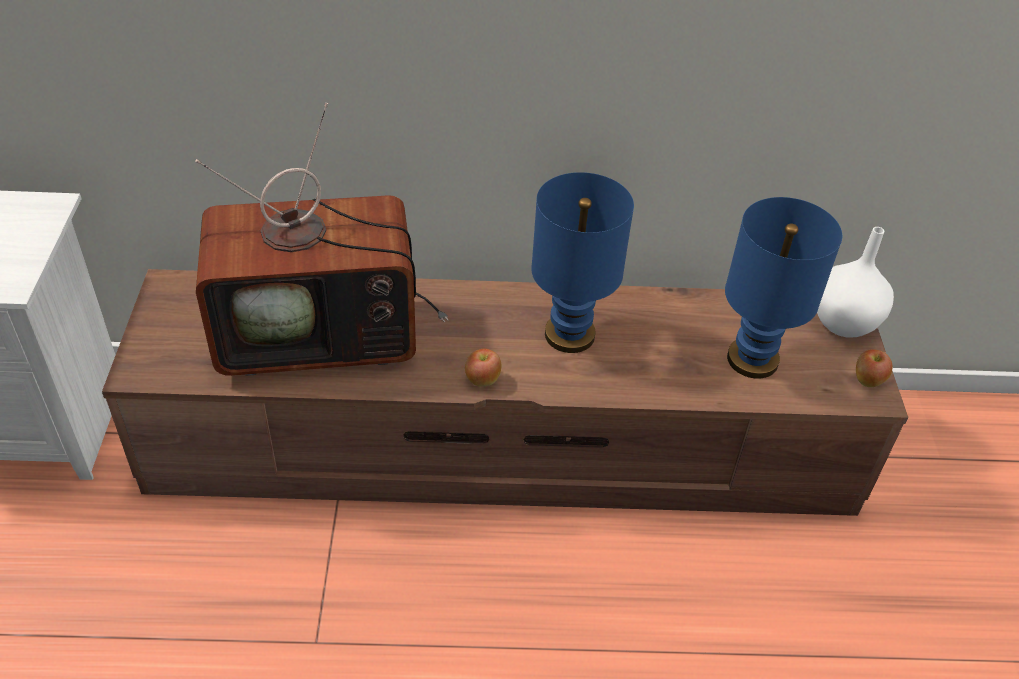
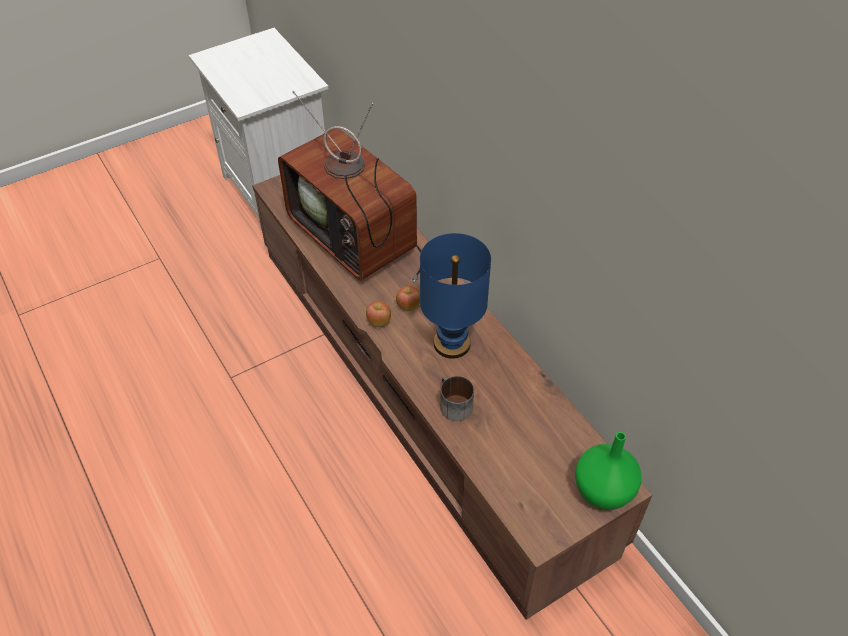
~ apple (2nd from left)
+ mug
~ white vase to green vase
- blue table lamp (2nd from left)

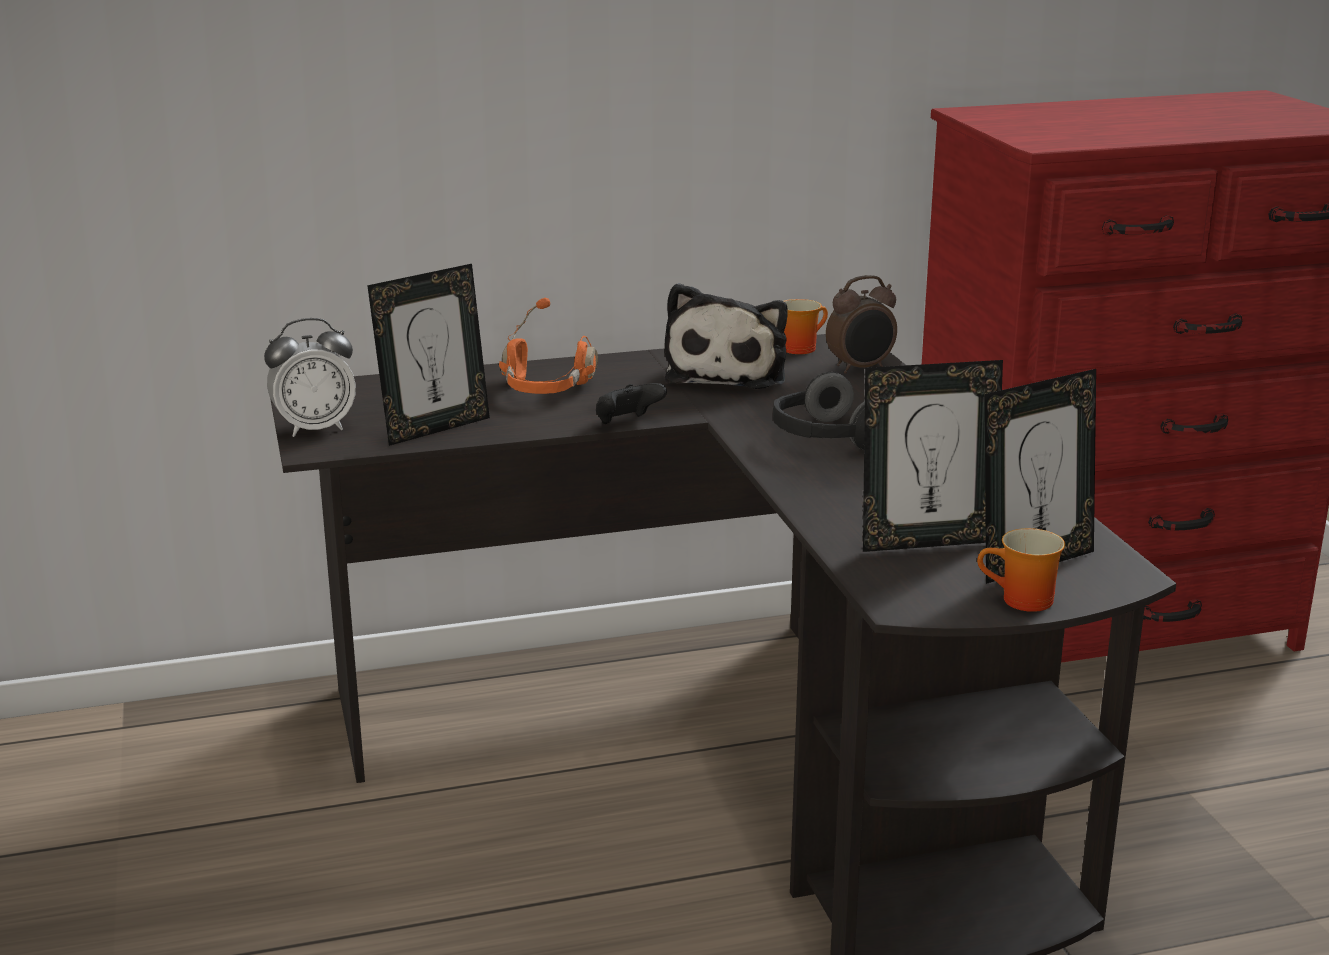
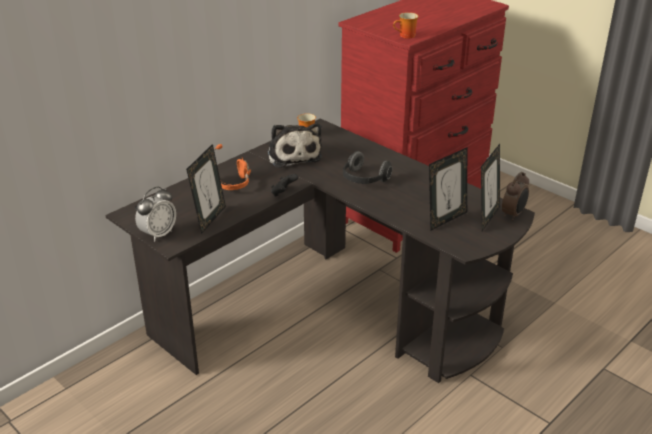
~ mug (2nd from left)
~ alarm clock (2nd from left)

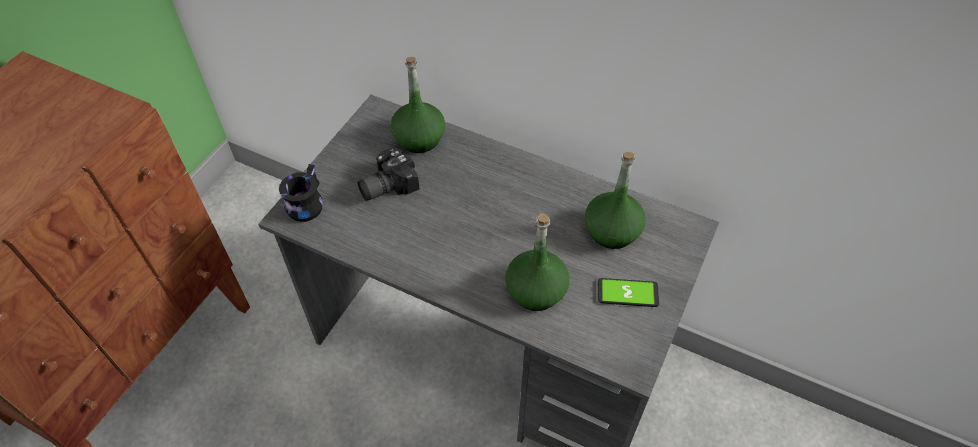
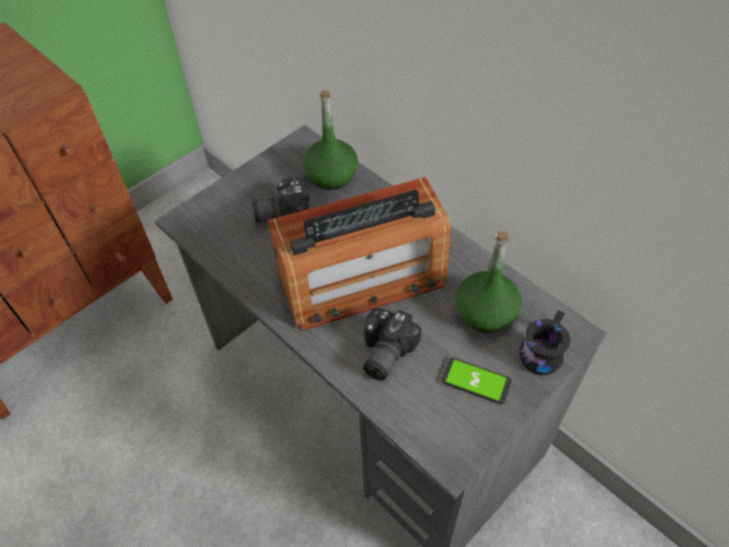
+ radio
~ green bottle (2nd from left) to photo camera (2nd from left)
~ black mug

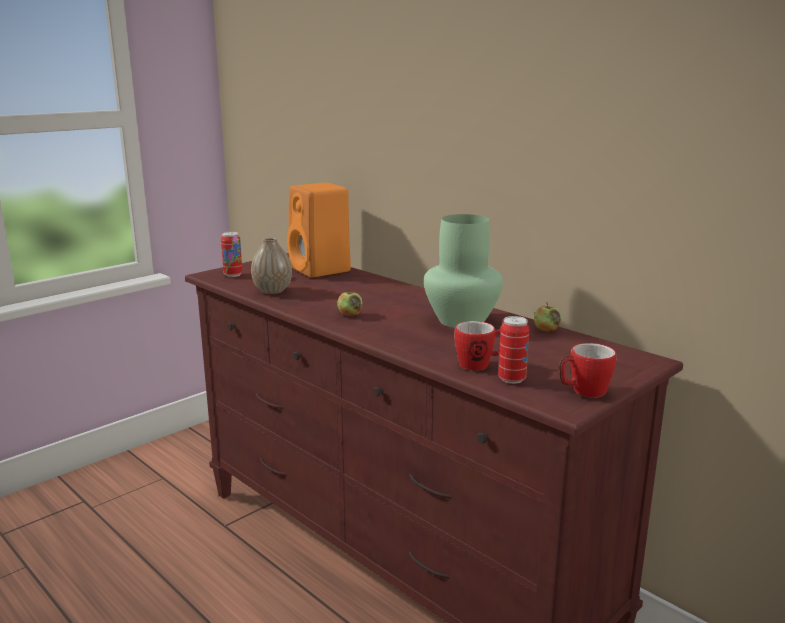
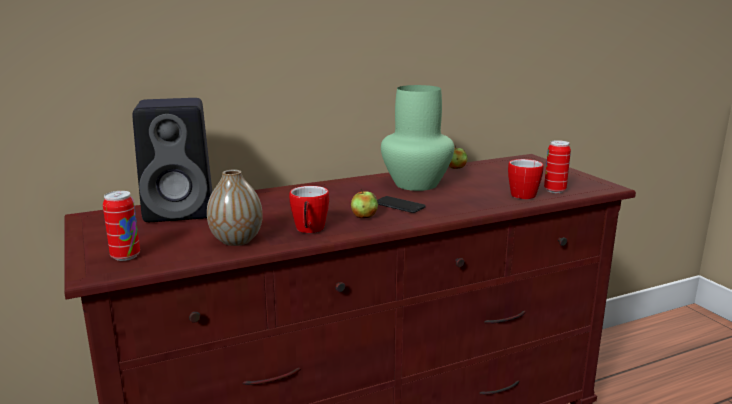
~ orange speaker to black speaker
~ mug (2nd from left in the first image) to mug (1st from left)
+ phone

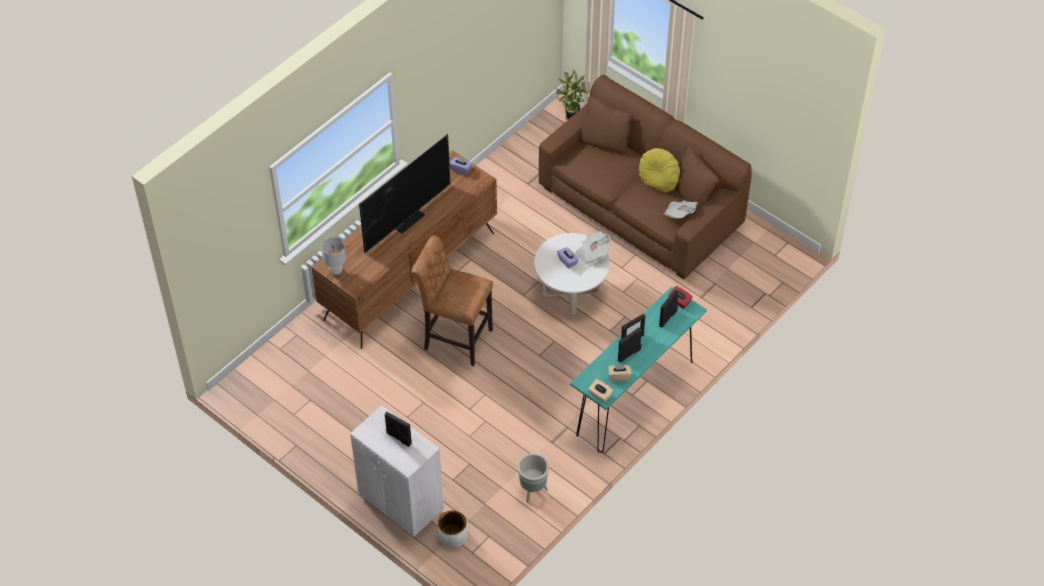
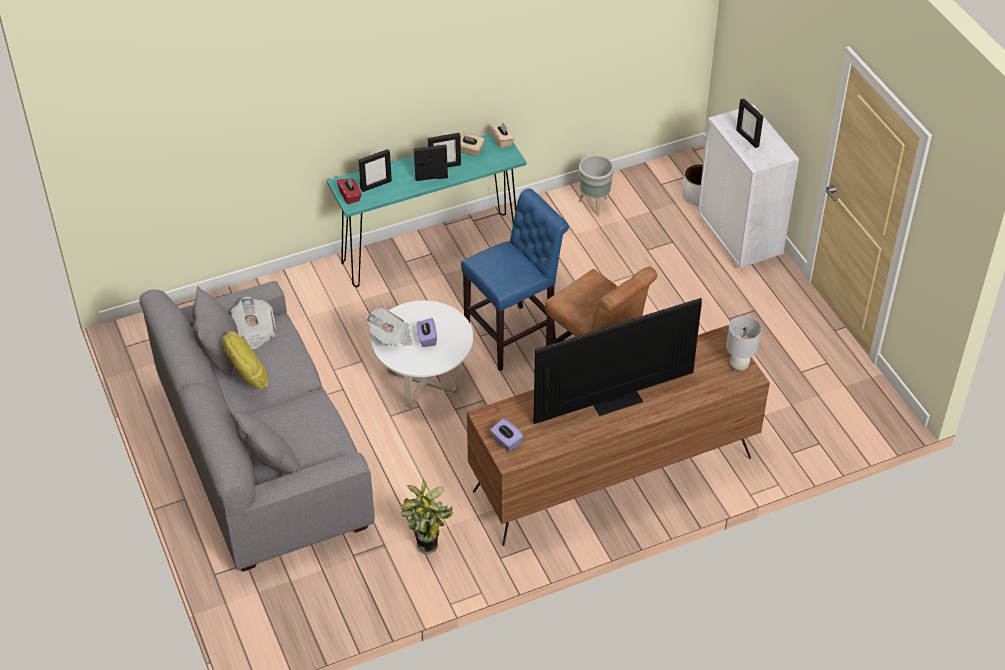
~ brown sofa to grey sofa
~ potted plant
+ blue stool

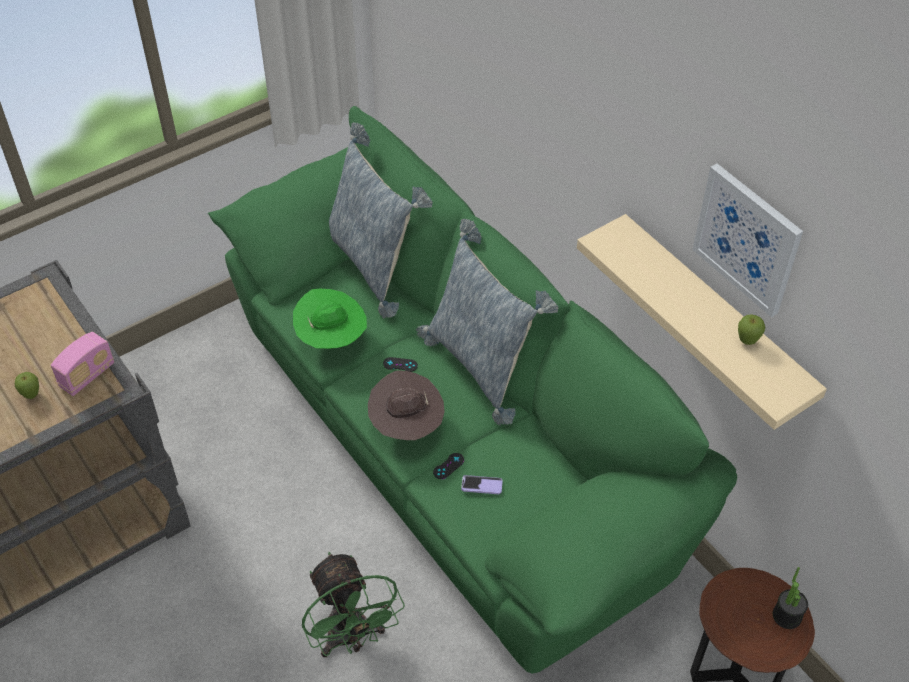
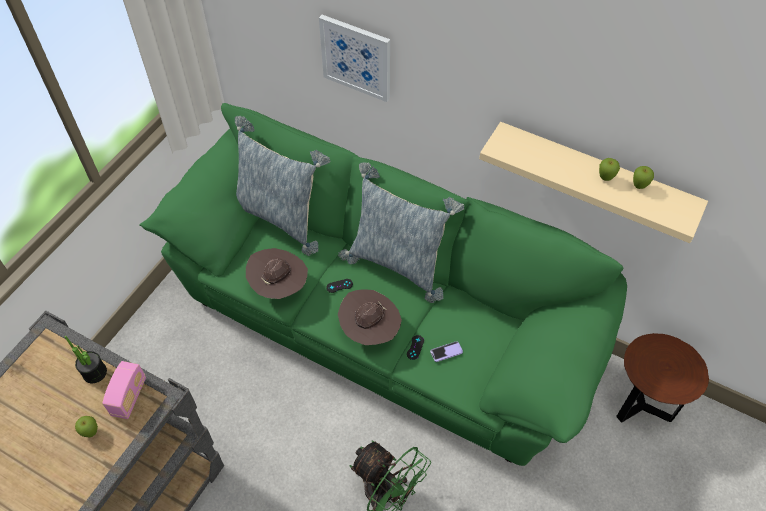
~ potted plant
~ green hat to brown hat (1st from left)
~ picture
+ apple (2nd from left)

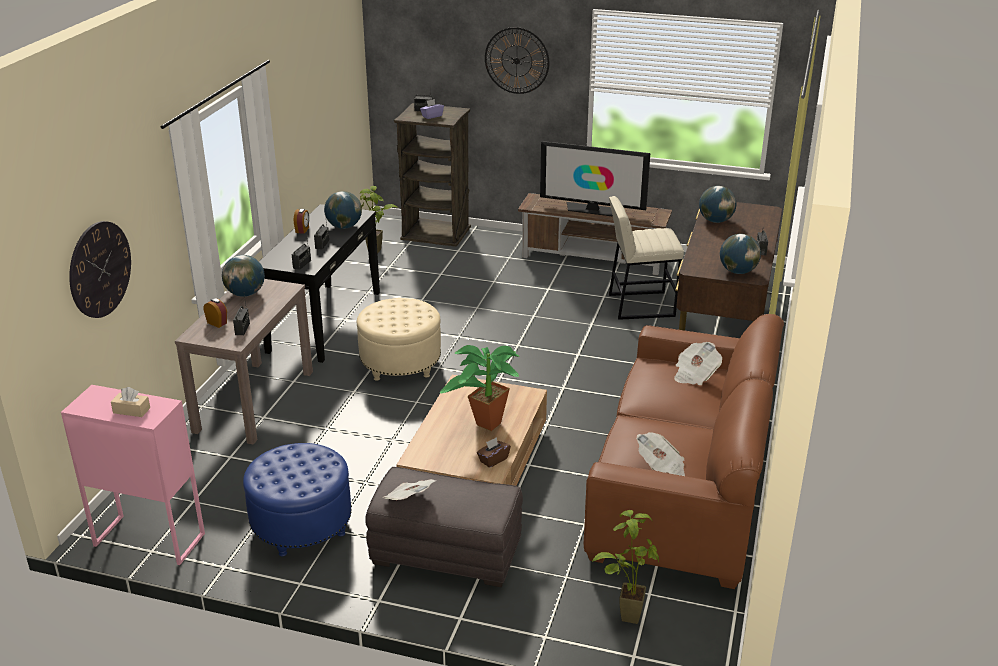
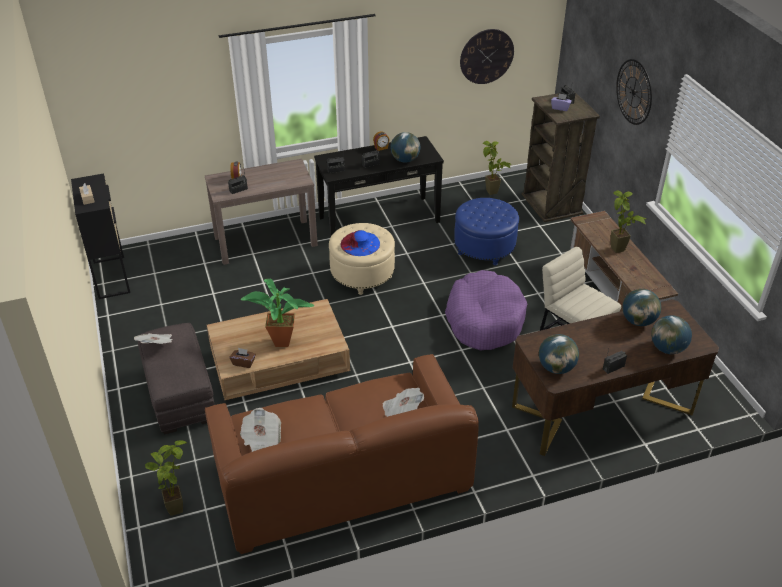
~ pink cabinet to black cabinet
+ blue hat
+ purple dog bed
~ blue ottoman
~ wall clock (1st from left)
~ television to potted plant (4th from left)
~ globe (1st from left in the first image) to globe (4th from left)

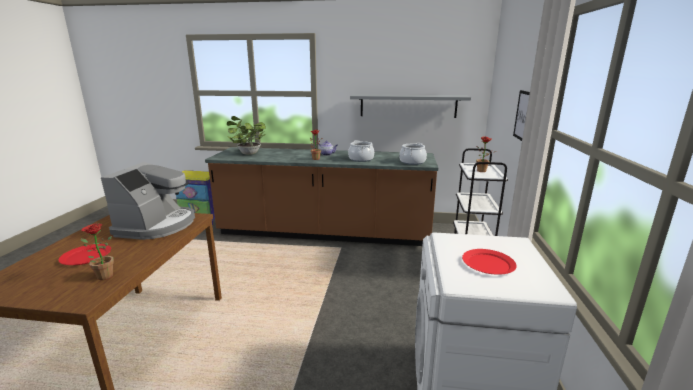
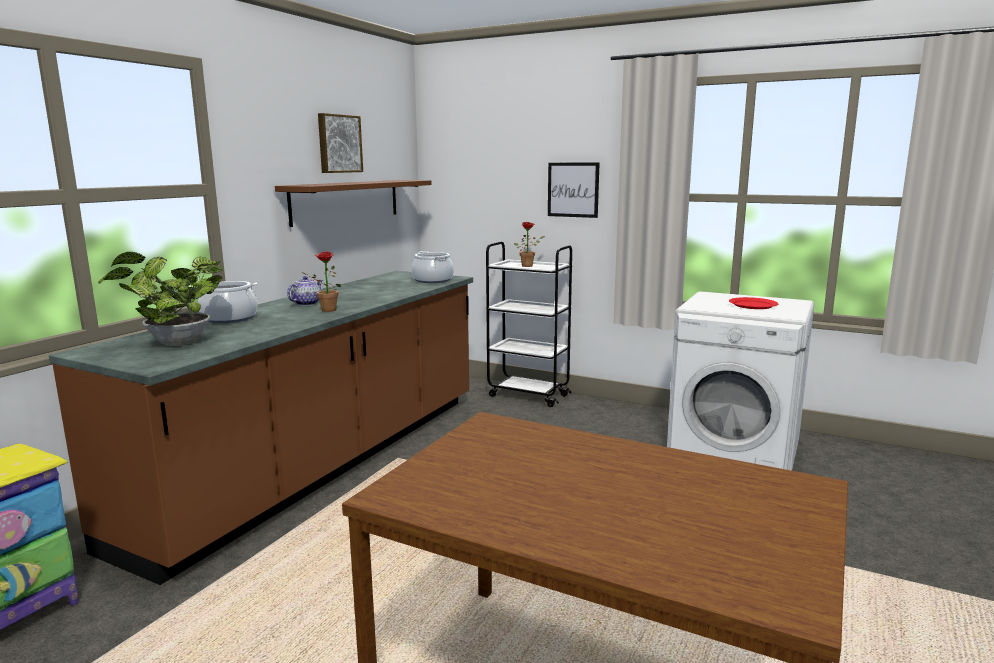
~ cooking pot (1st from left)
~ grey shelf to brown shelf
+ picture (1st from left)
- red plate (1st from left)
- potted plant (1st from left)
- coffee machine

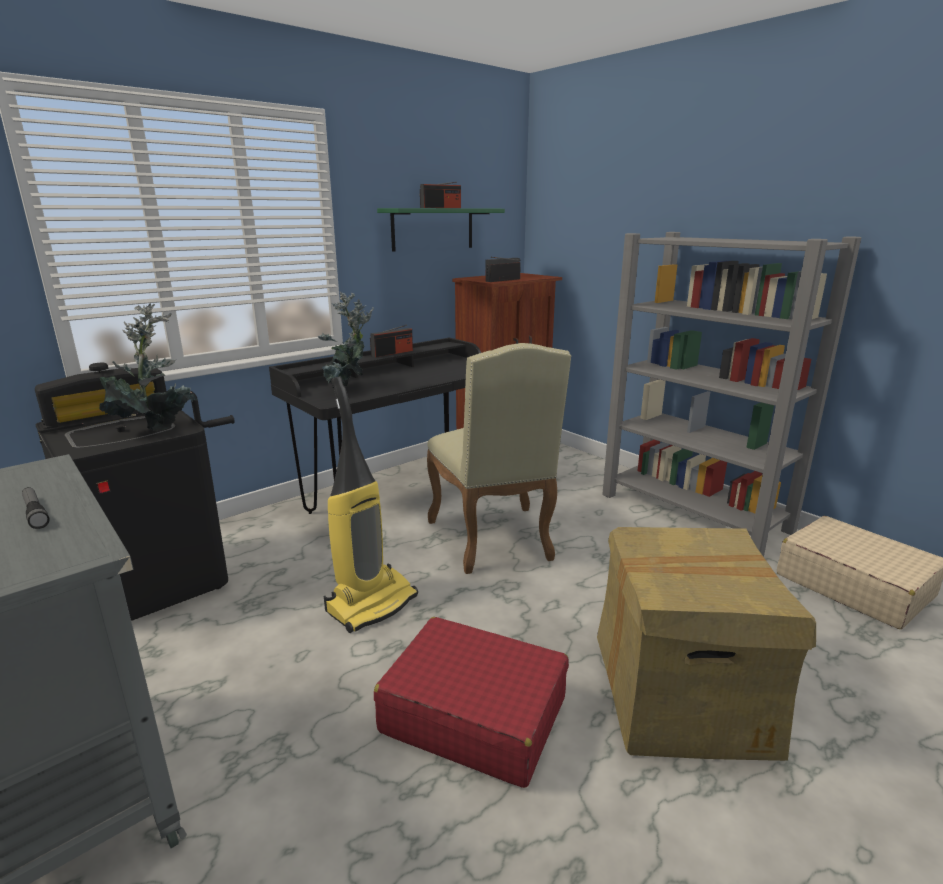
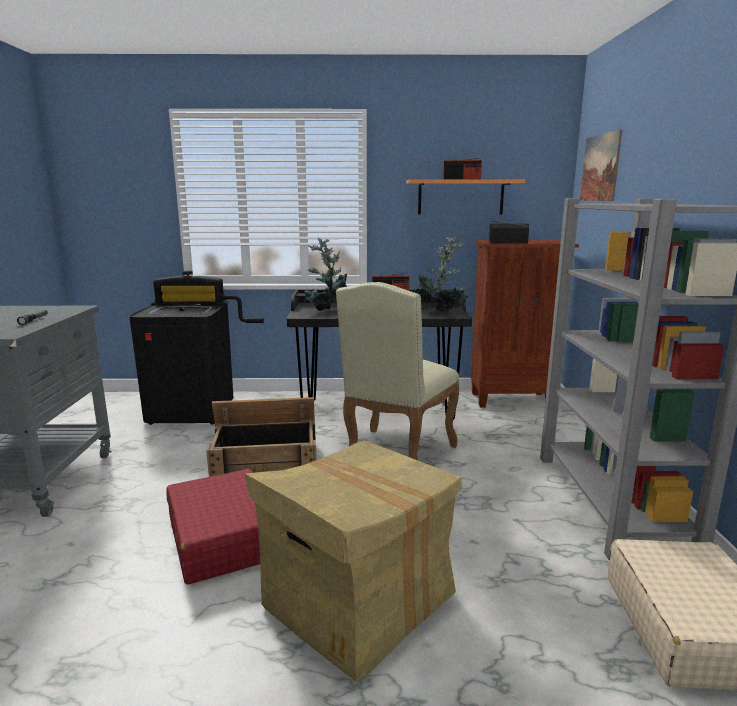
~ vacuum cleaner to crate
~ green shelf to orange shelf
~ potted plant (1st from left in the first image) to potted plant (2nd from left)
+ picture

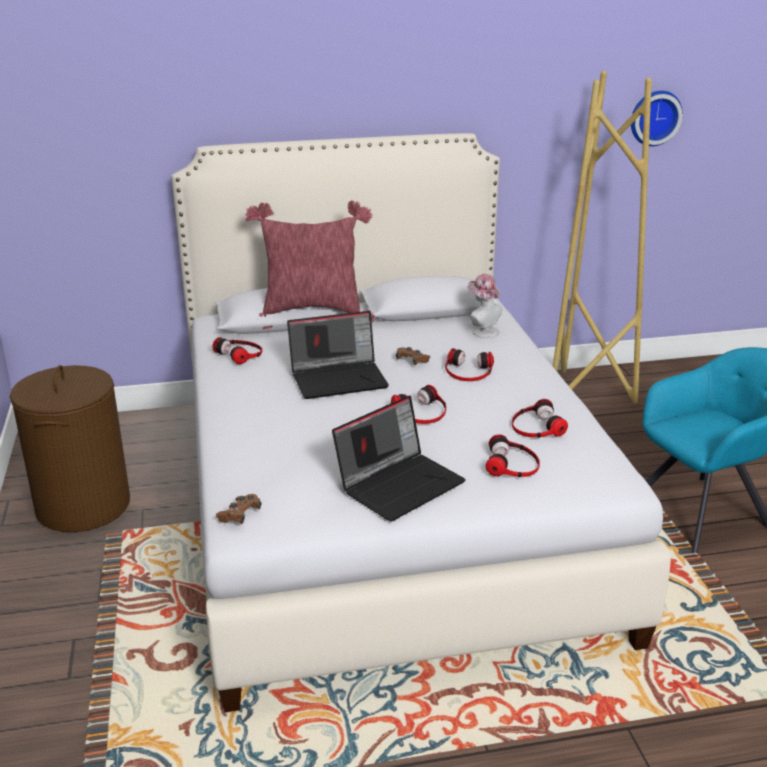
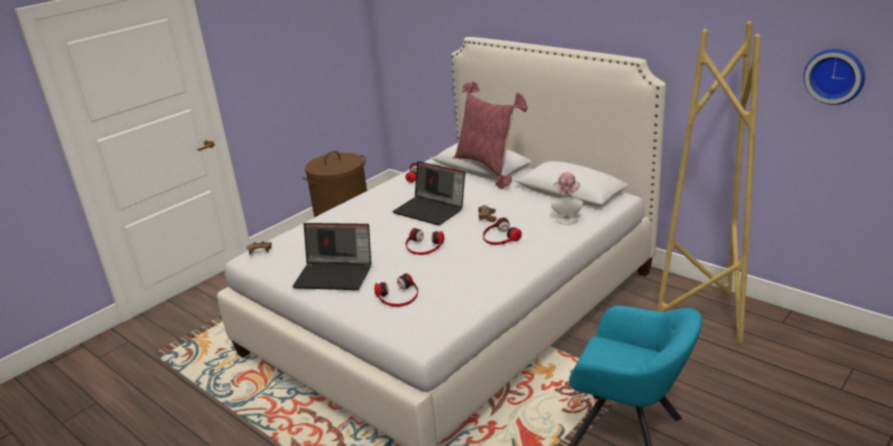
- headphones (5th from left)

